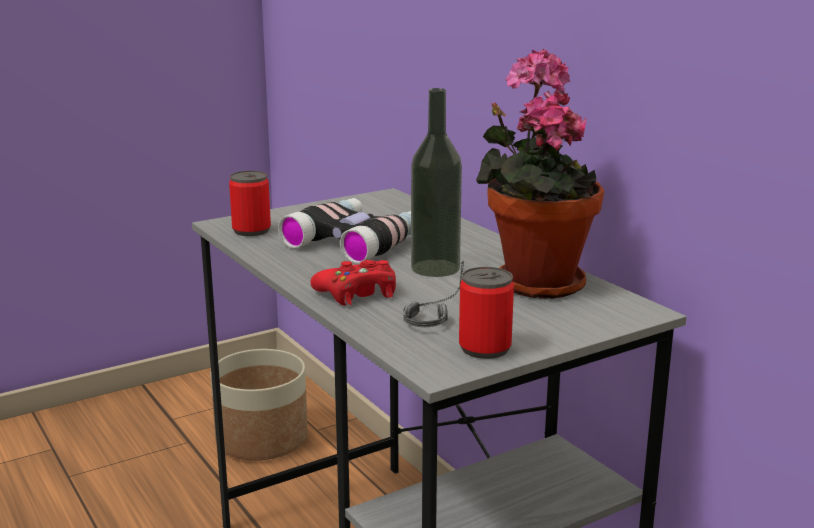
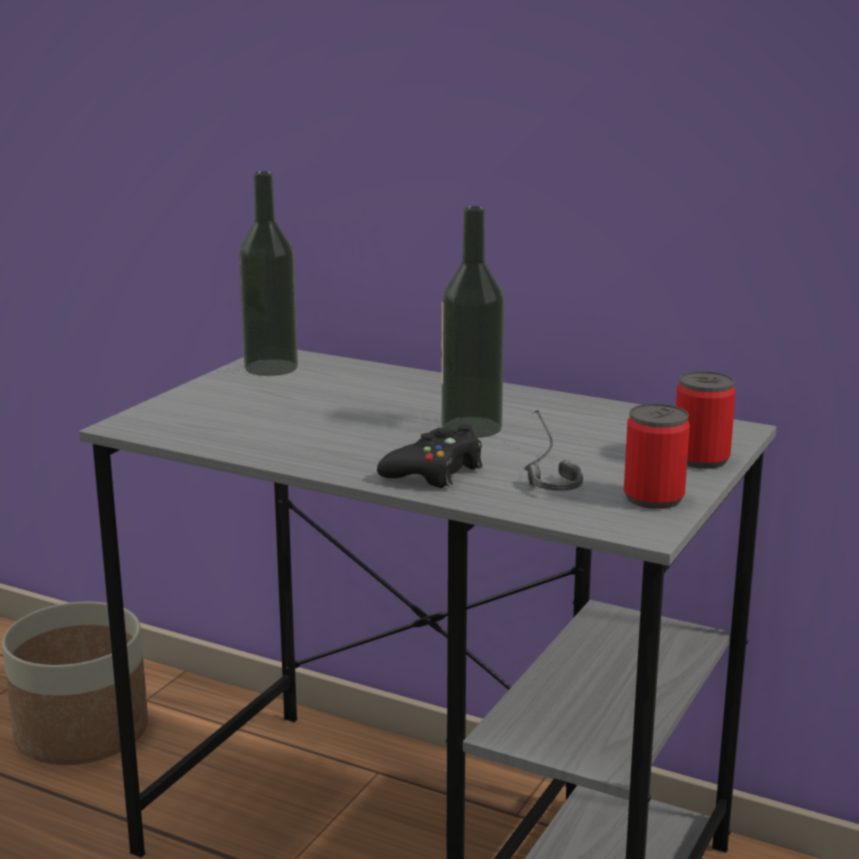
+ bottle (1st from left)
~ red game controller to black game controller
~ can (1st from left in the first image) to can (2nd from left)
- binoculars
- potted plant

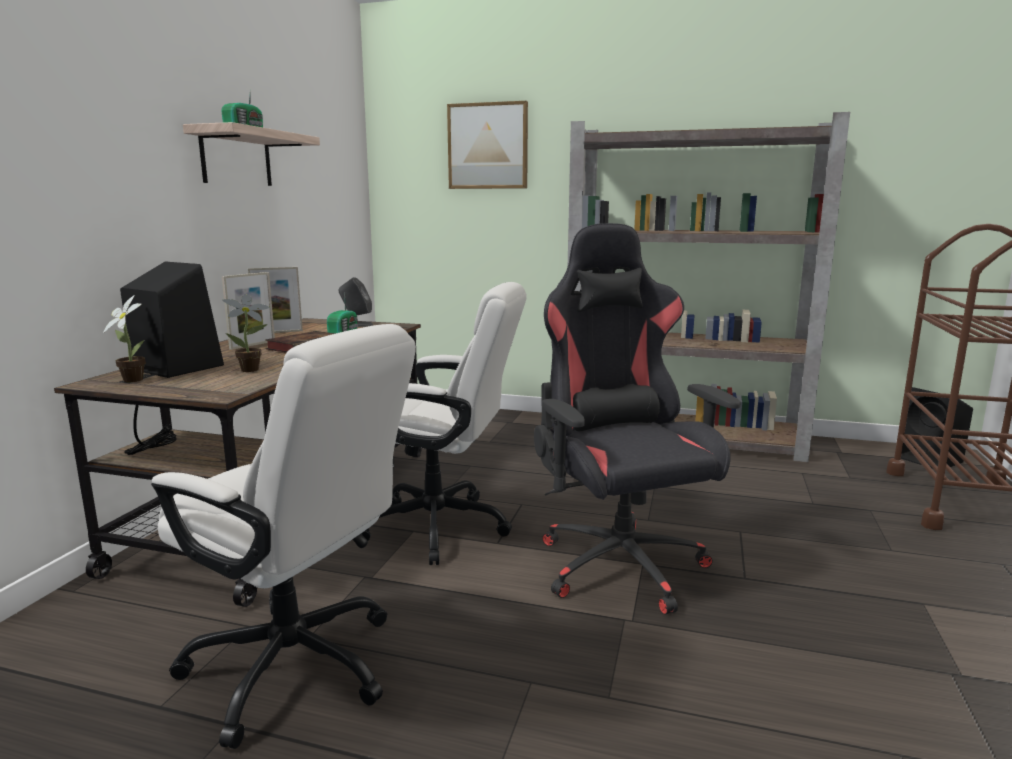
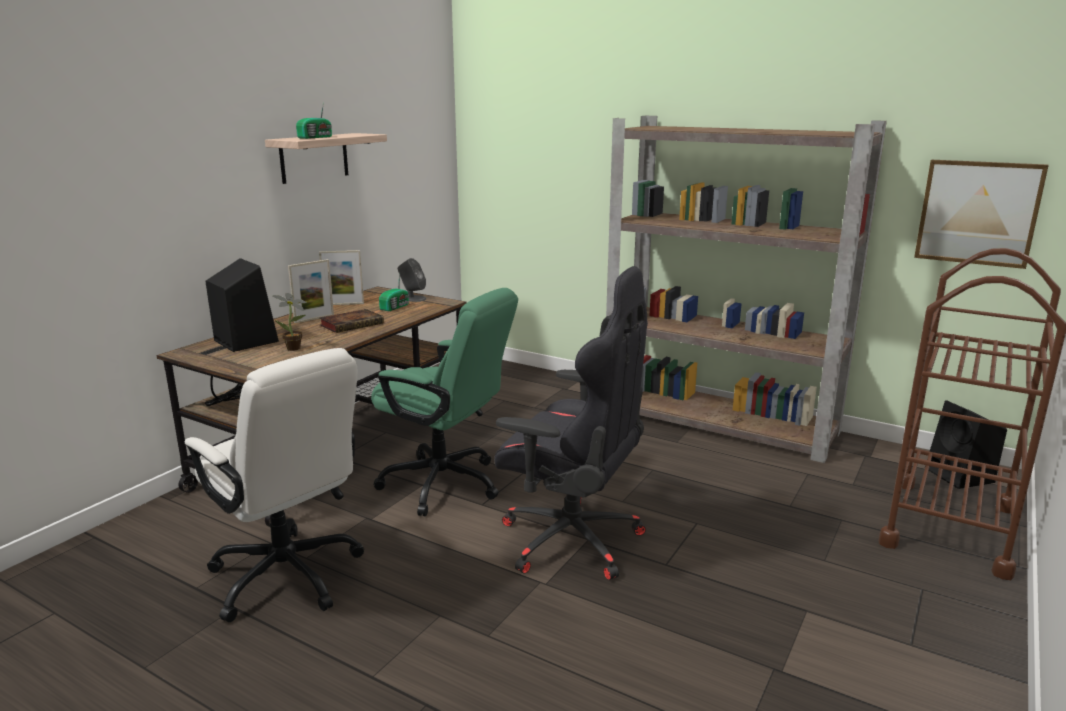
~ white office chair (2nd from left) to green office chair
~ black office chair 120 degrees clockwise
~ picture
- potted plant (1st from left)

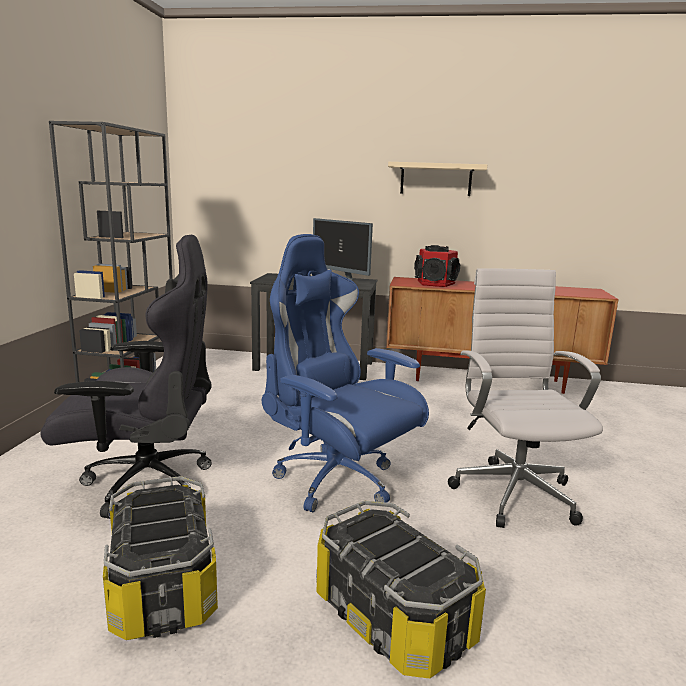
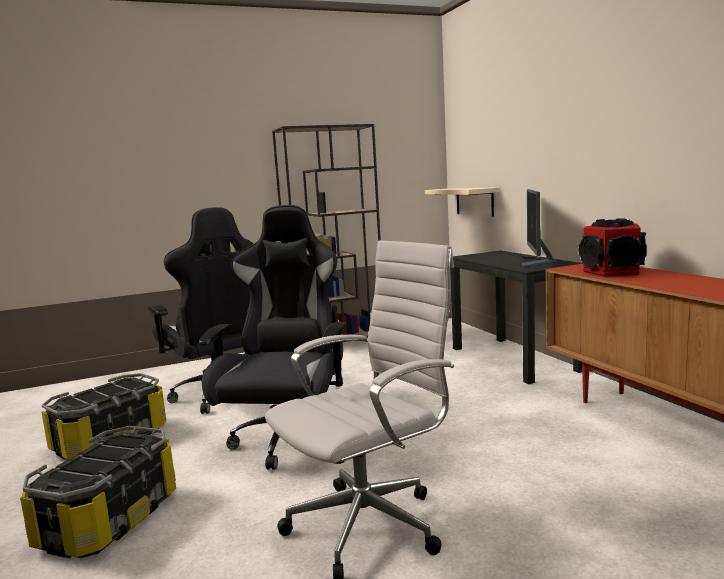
~ blue office chair to black office chair (2nd from left)
~ beige shelf

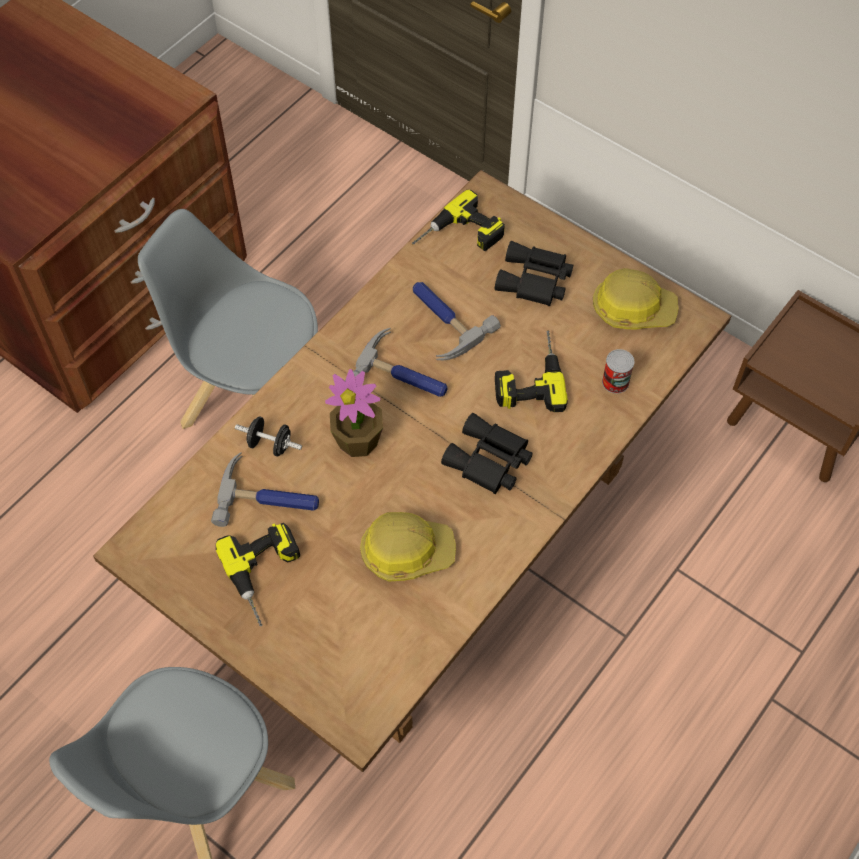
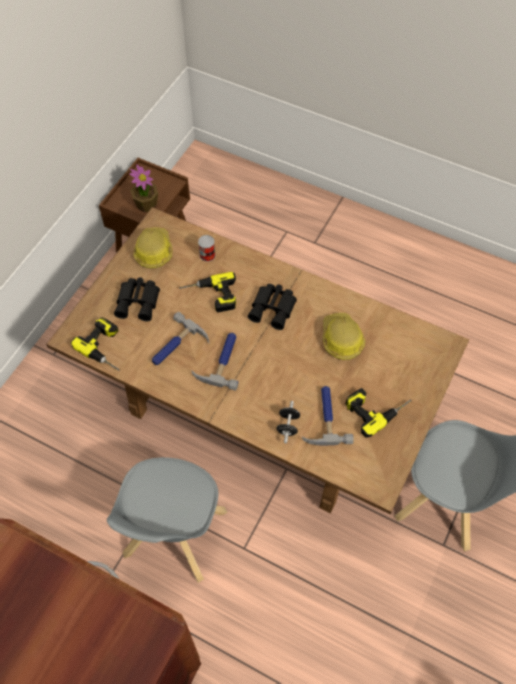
~ potted plant

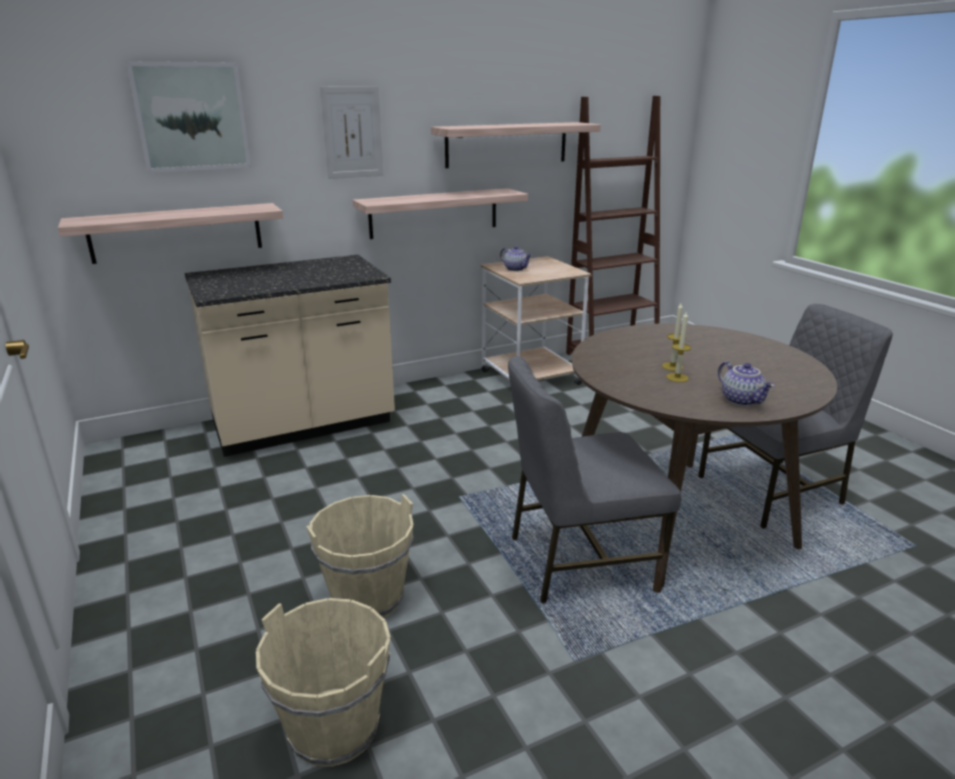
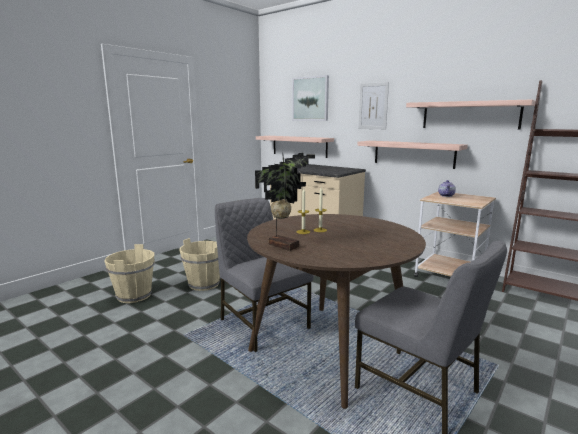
~ teapot (2nd from left) to potted plant

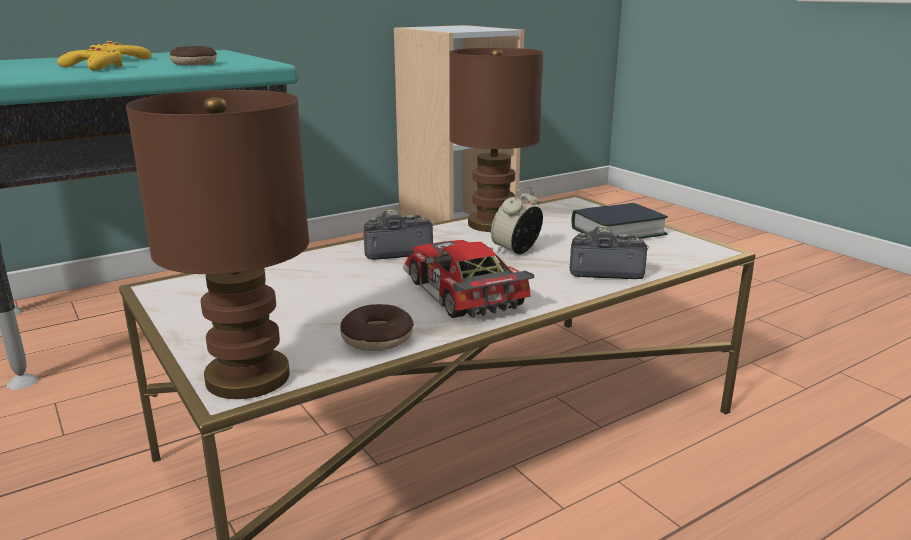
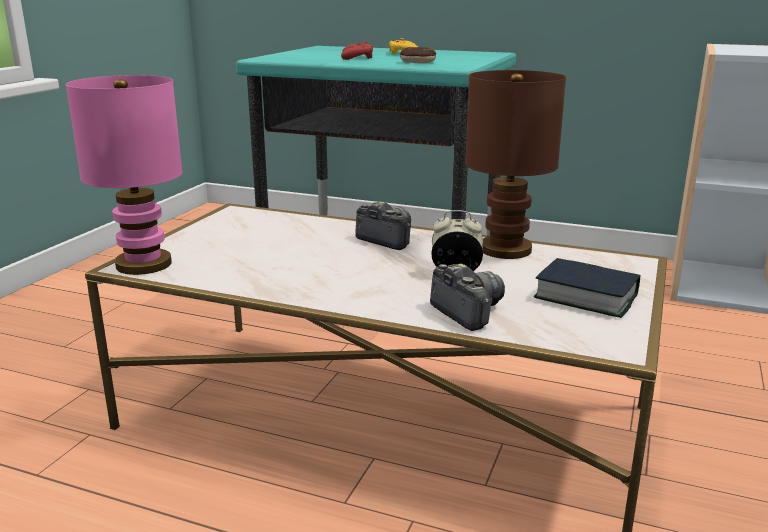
~ brown table lamp (1st from left) to pink table lamp
~ yellow game controller (1st from left) to red game controller
- donut (2nd from left)
- toy car

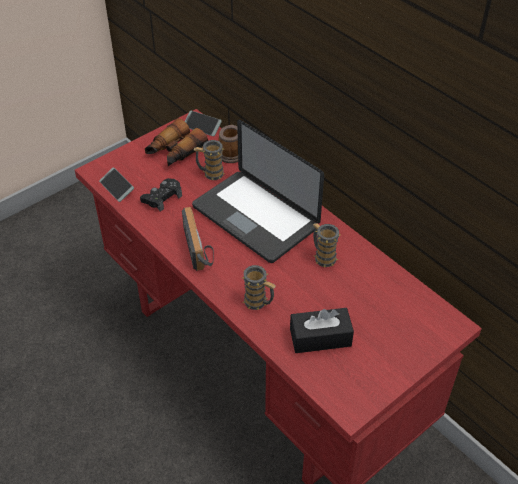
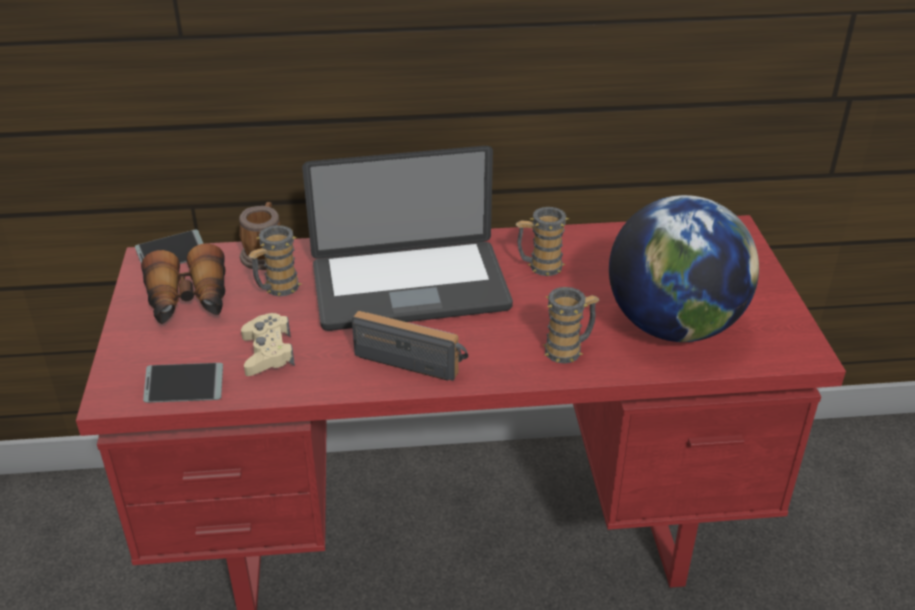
~ black game controller to beige game controller
~ black tissue box to globe

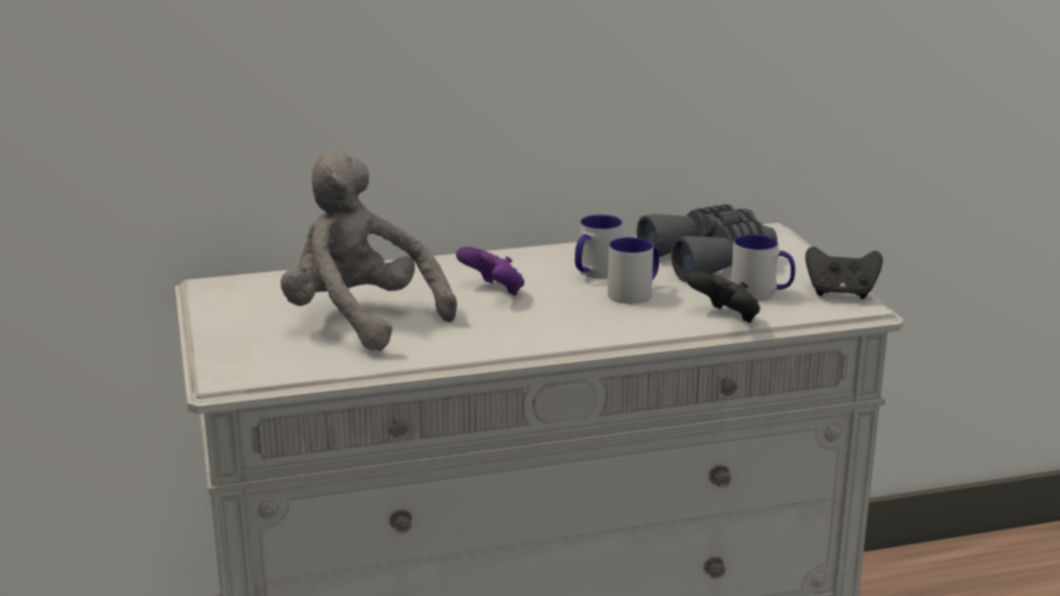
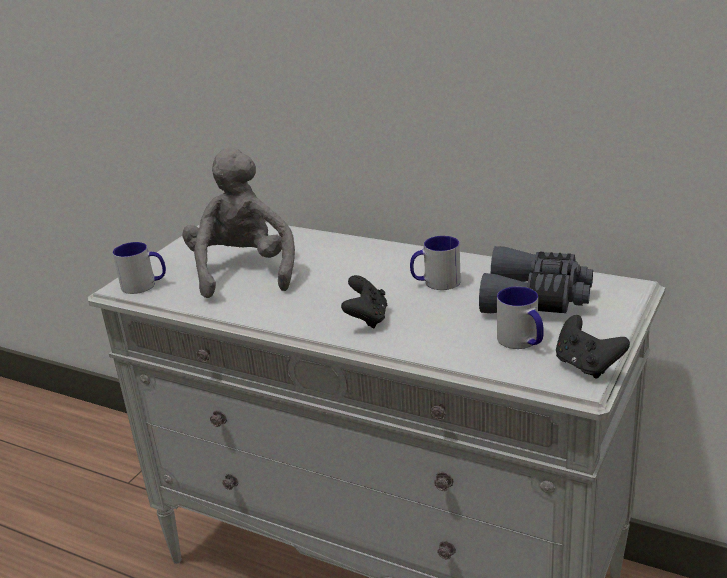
~ mug (2nd from left in the first image) to mug (1st from left)
~ black game controller (1st from left)
- purple game controller

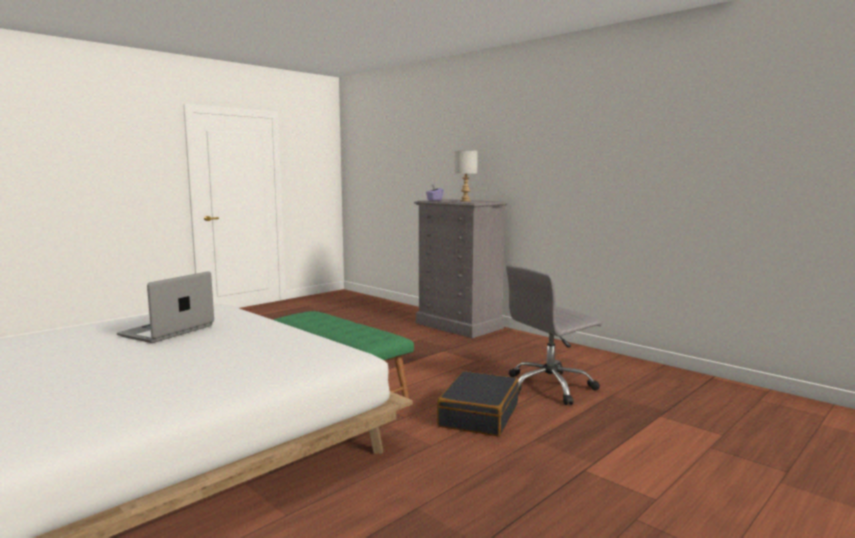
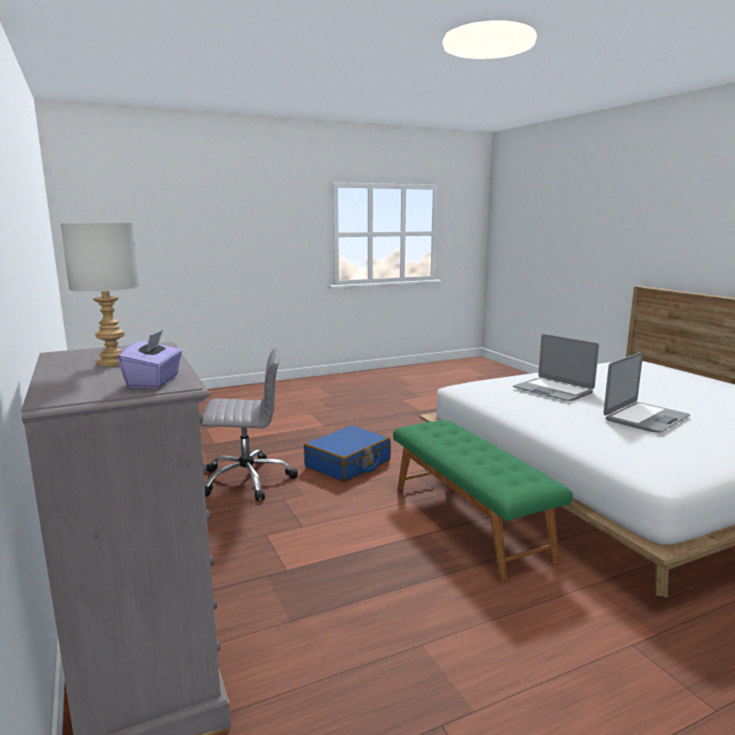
~ black suitcase to blue suitcase
+ laptop (1st from left)

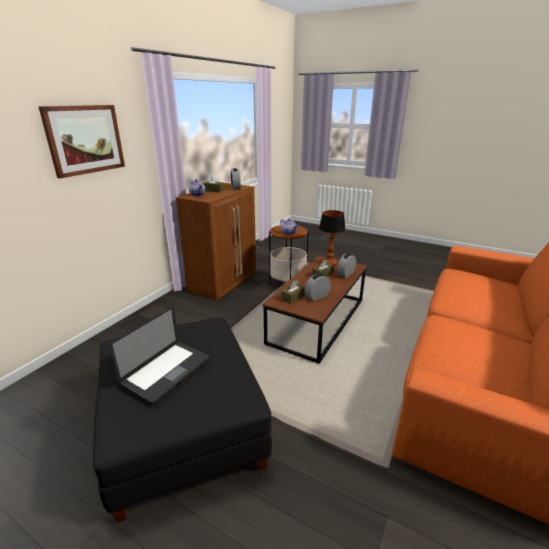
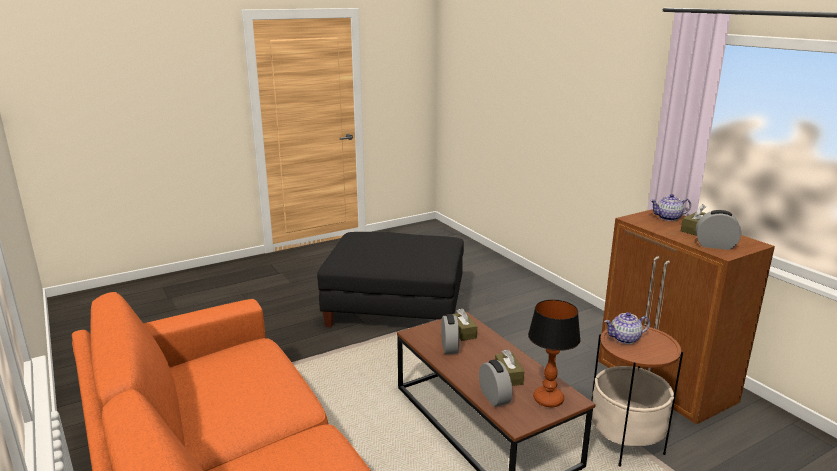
- picture
- laptop

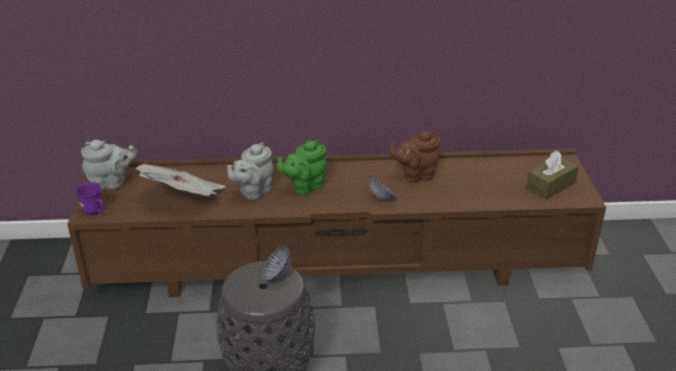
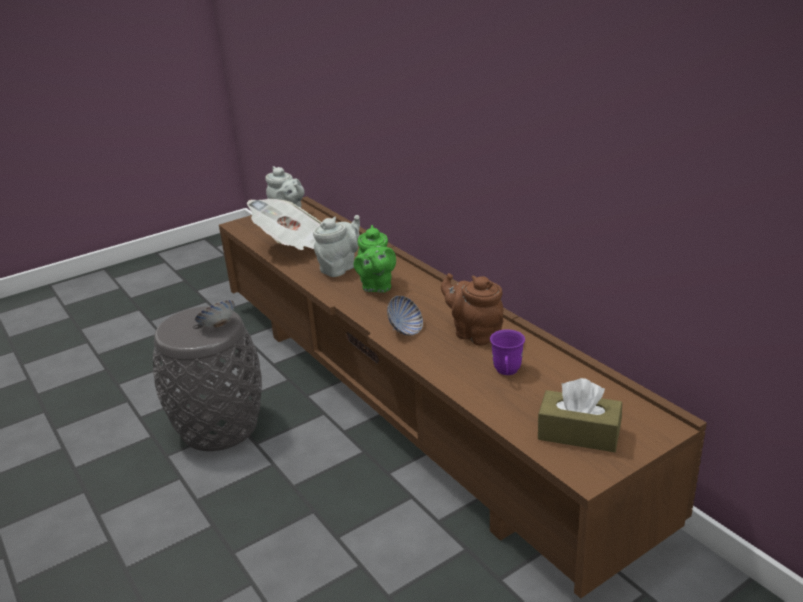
~ grey teapot (2nd from left) 120 degrees clockwise
~ green teapot 120 degrees counterclockwise
~ purple mug

